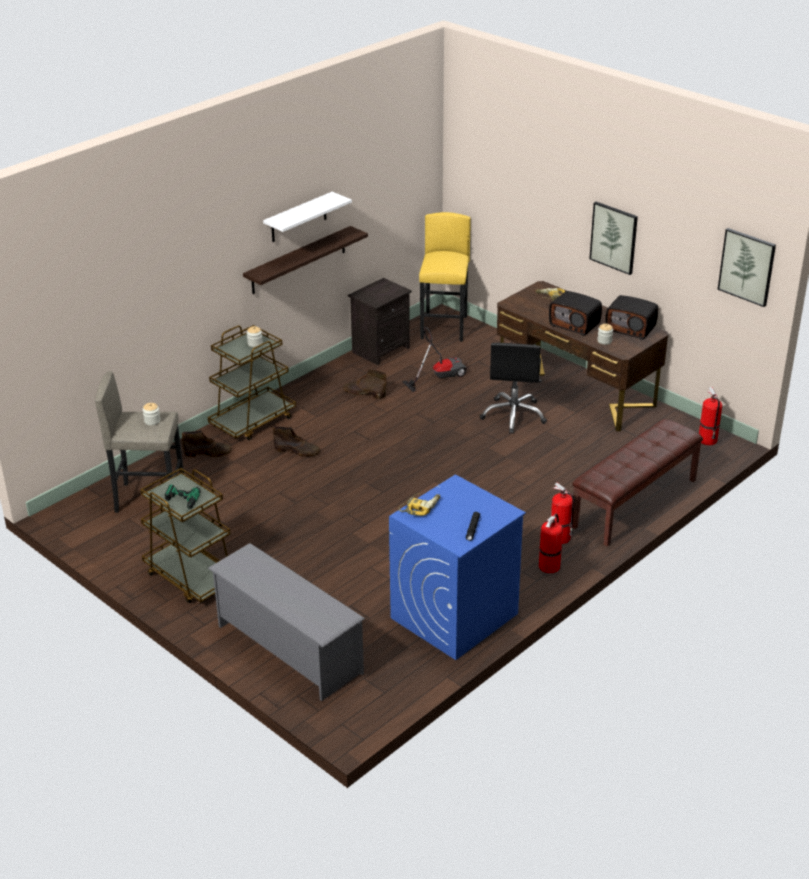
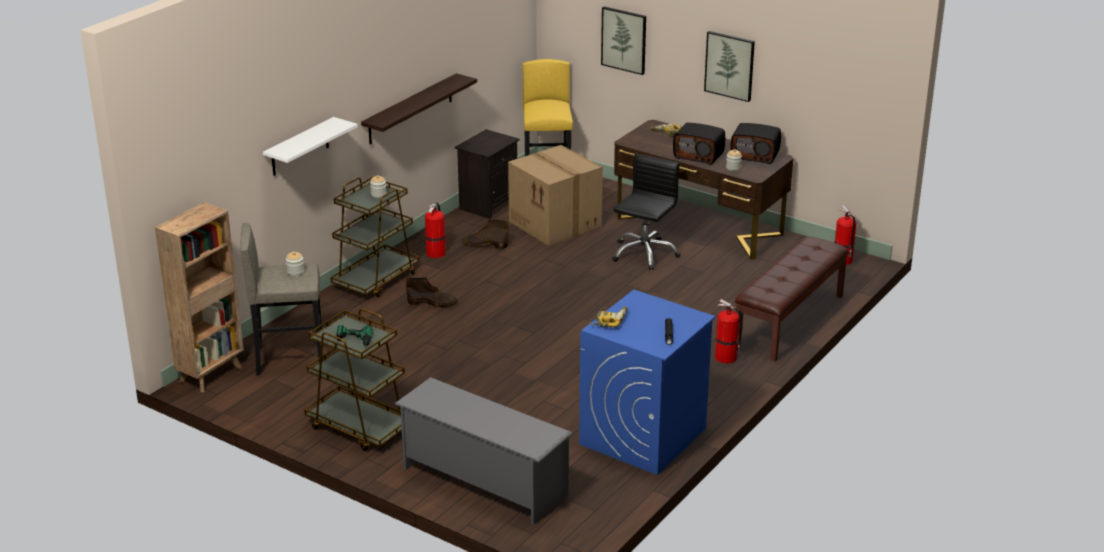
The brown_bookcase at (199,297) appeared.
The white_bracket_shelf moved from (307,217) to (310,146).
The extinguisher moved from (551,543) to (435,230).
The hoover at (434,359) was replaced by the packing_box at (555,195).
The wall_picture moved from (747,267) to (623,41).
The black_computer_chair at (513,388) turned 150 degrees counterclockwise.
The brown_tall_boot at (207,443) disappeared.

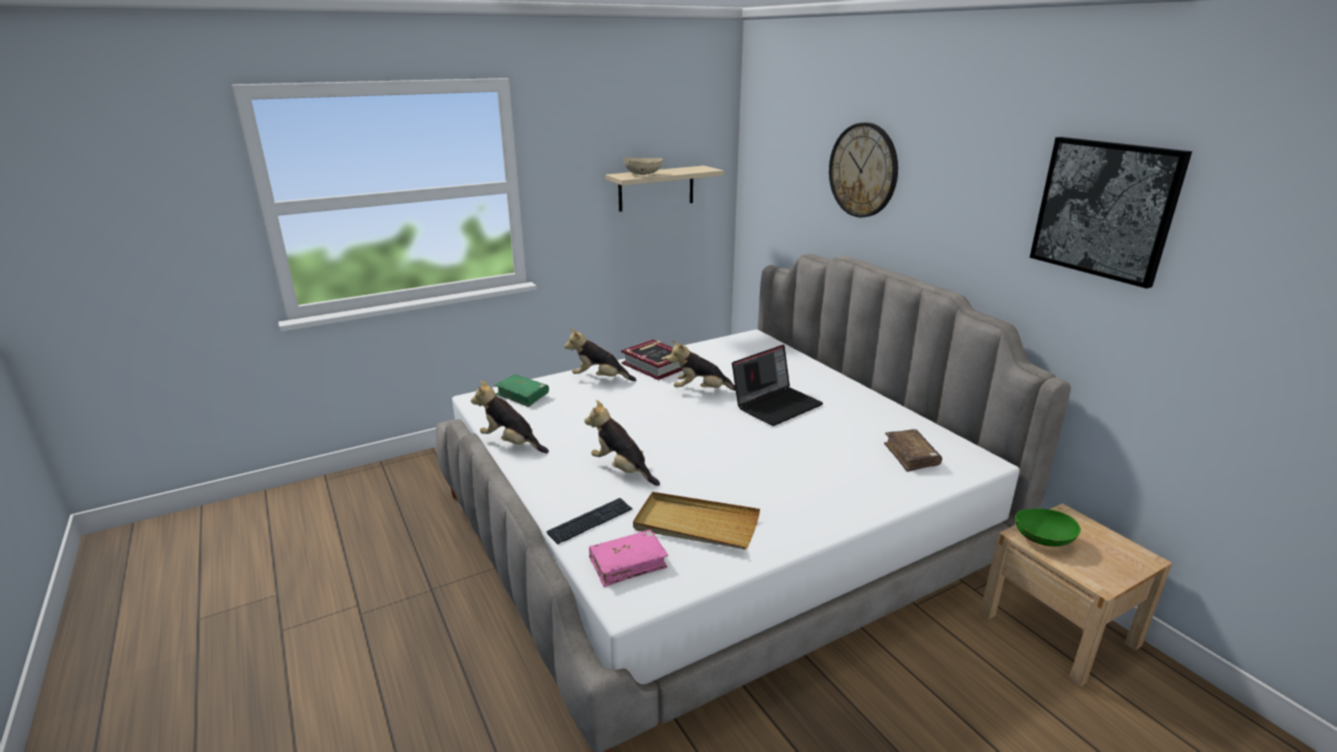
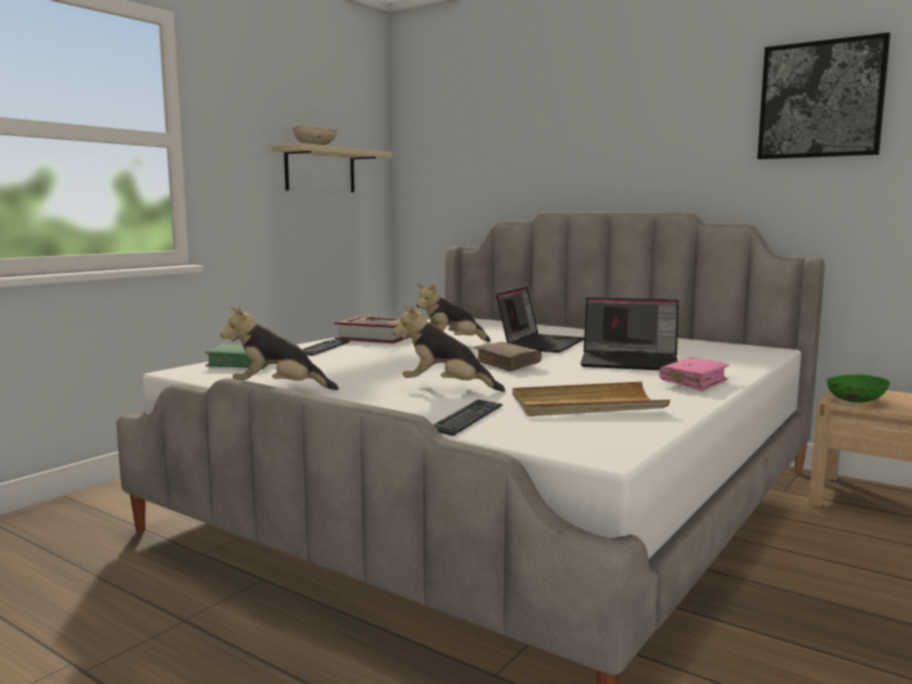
The soft_toy at (600,354) was replaced by the PC_keyboard at (326,347).
The brown_bound_book moved from (913,450) to (508,357).
The notebook_computer at (629,333) appeared.
The pink-coloured_bound_book moved from (628,558) to (694,374).
The wall_clock at (863,170) disappeared.

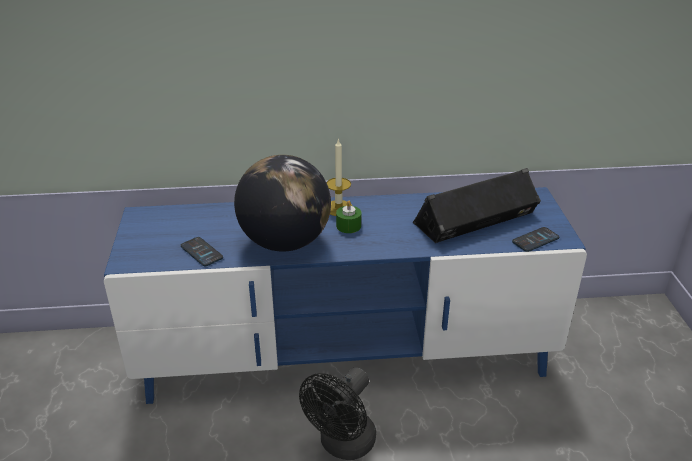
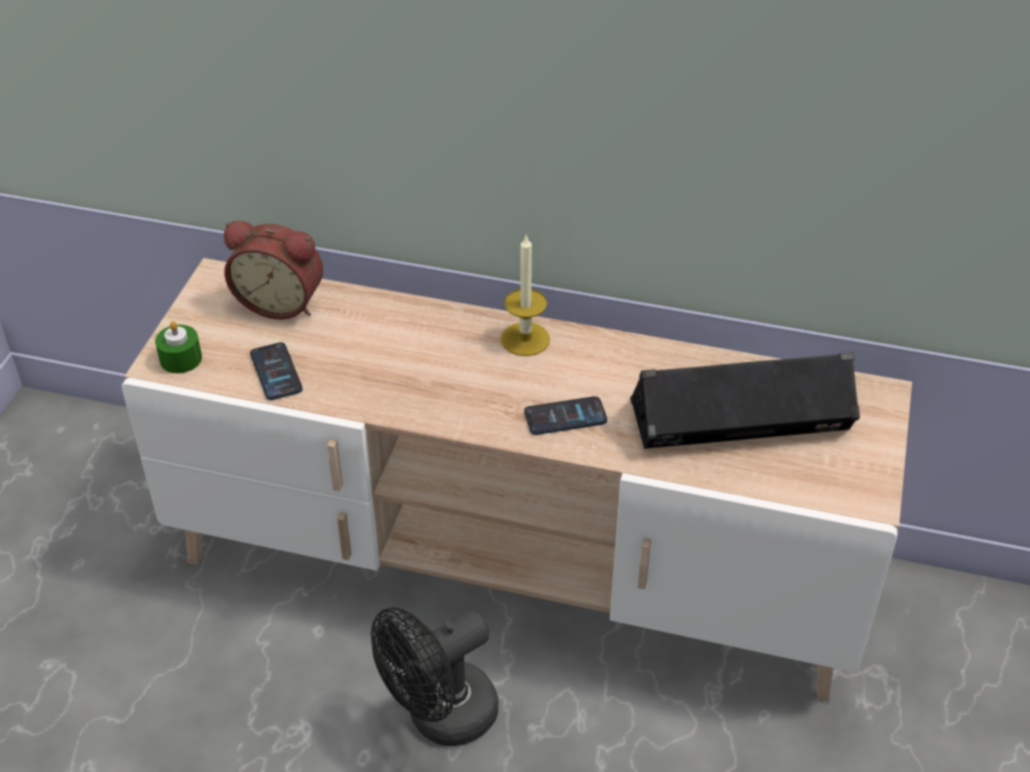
The blue_tv_stand at (345,295) became the sand-coloured_tv_stand at (517,480).
The green_wax_candle moved from (348,217) to (178,347).
The alarm_clock at (273,270) appeared.
The handset moved from (535,239) to (565,415).
The world_globe at (282,203) disappeared.

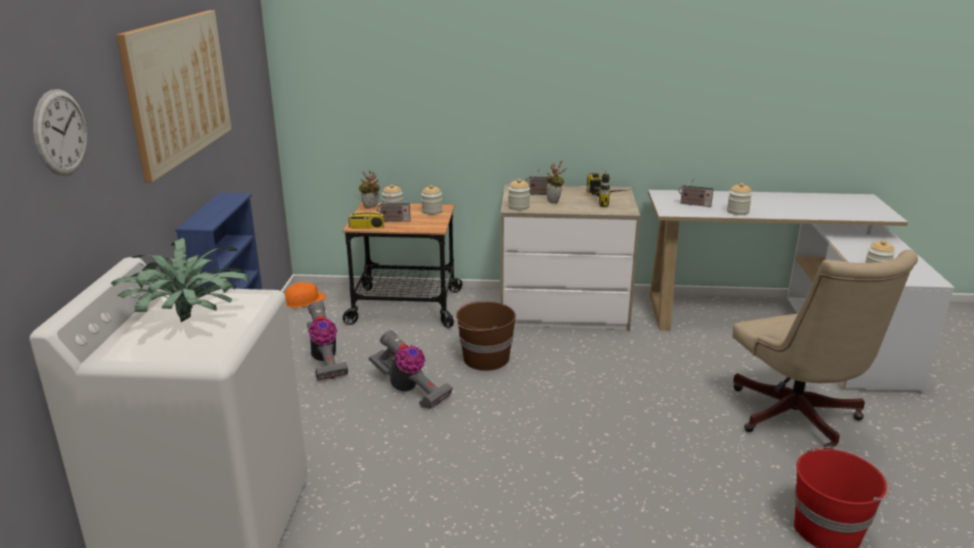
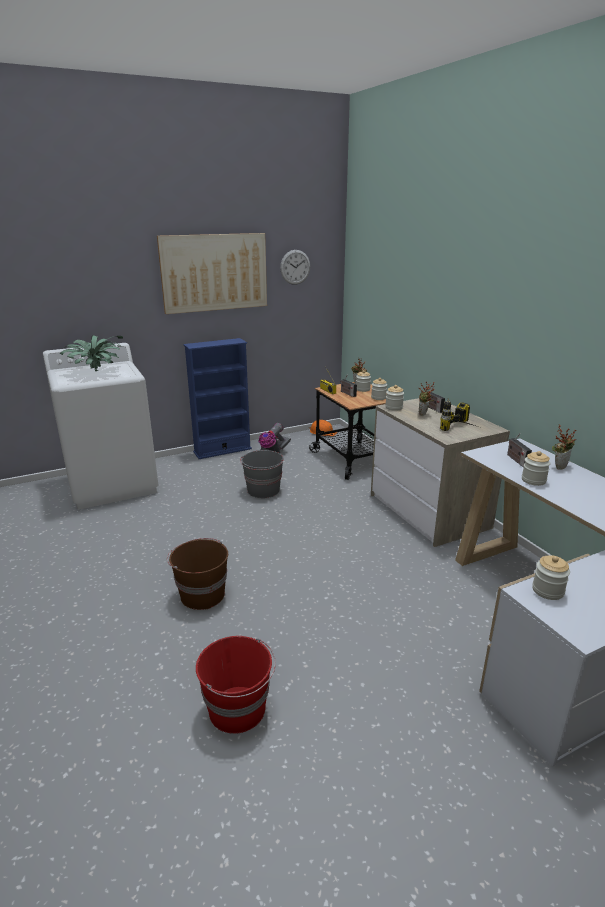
The brown_pail moved from (484,335) to (197,574).
The hoover at (411,369) was replaced by the grey_pail at (262,474).
The wall_clock moved from (60,132) to (295,267).
The houseplant at (564,447) appeared.
The sand-coloured_computer_chair at (825,350) disappeared.

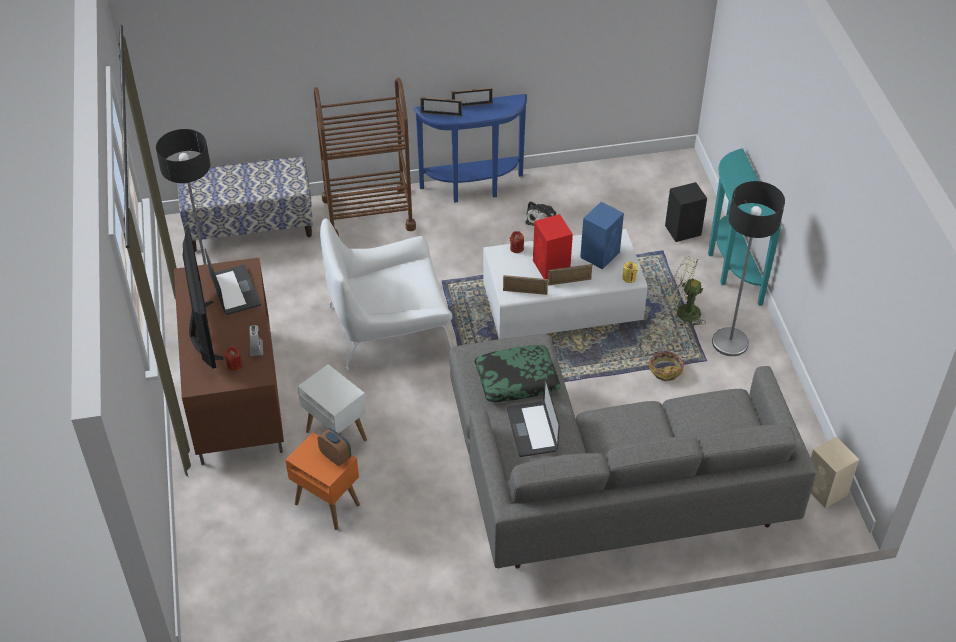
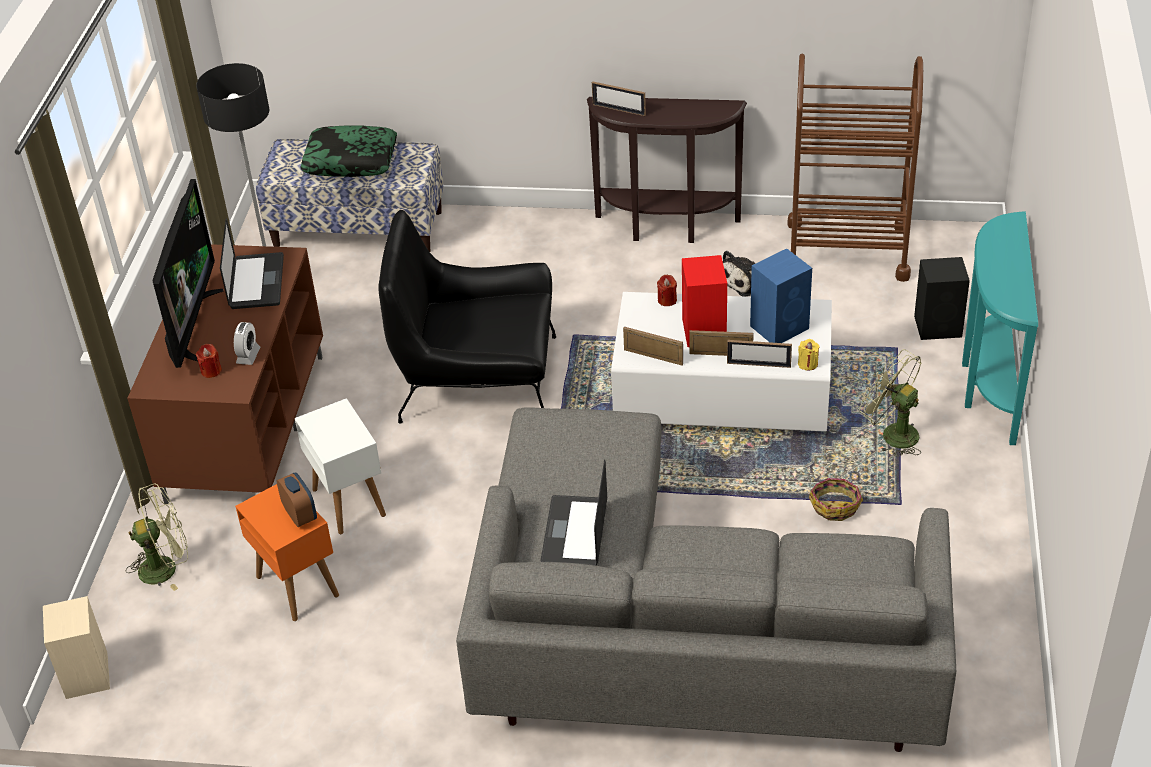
The sand-coloured_speaker moved from (835,472) to (76,647).
The green_electric_fan at (157,537) appeared.
The throw_pillow moved from (517,373) to (348,151).
The white_easy_chair at (386,294) became the black_easy_chair at (467,316).
The blue_hall_table at (470,148) became the brown_hall_table at (667,170).
The picture_frame moved from (472,97) to (759,354).
The brown_cart moved from (365,157) to (855,168).
The standing_lamp at (748,268) disappeared.

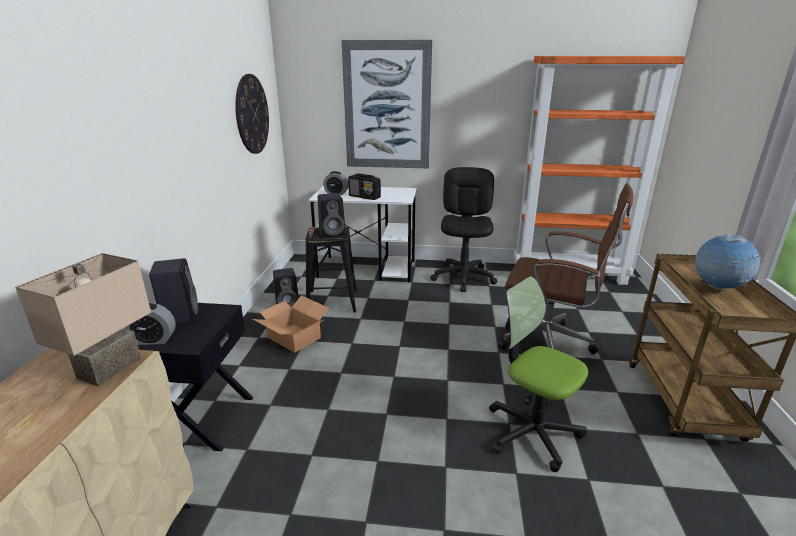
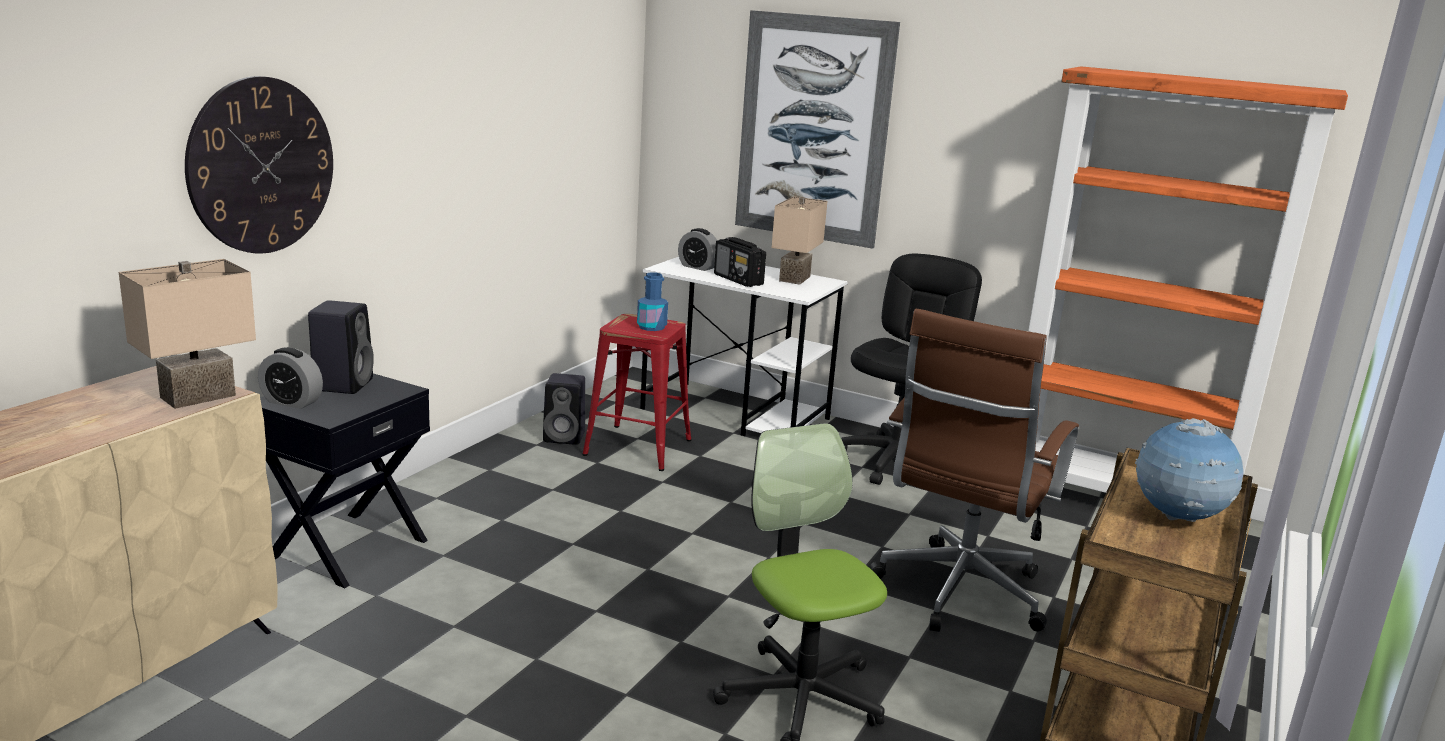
The wall_clock moved from (252,114) to (259,165).
The black_sitting_stool at (331,270) became the reddish_sitting_stool at (636,392).
The black_speaker at (332,215) was replaced by the blue_beverage_bottle at (652,301).
The sand-coloured_table_lamp at (799,240) appeared.
The brown_computer_chair at (566,268) turned 75 degrees clockwise.
The packing_box at (291,324) disappeared.

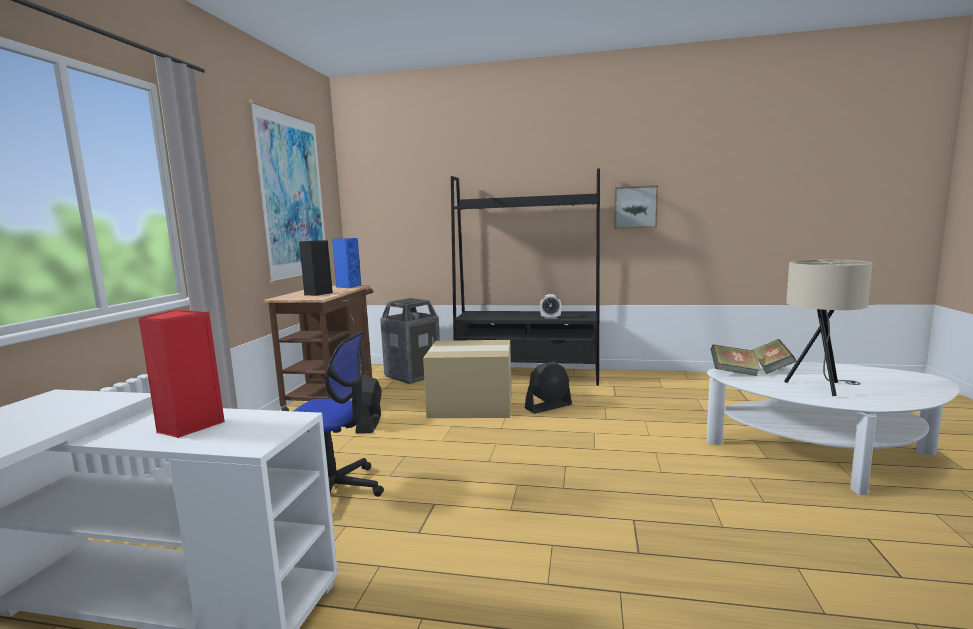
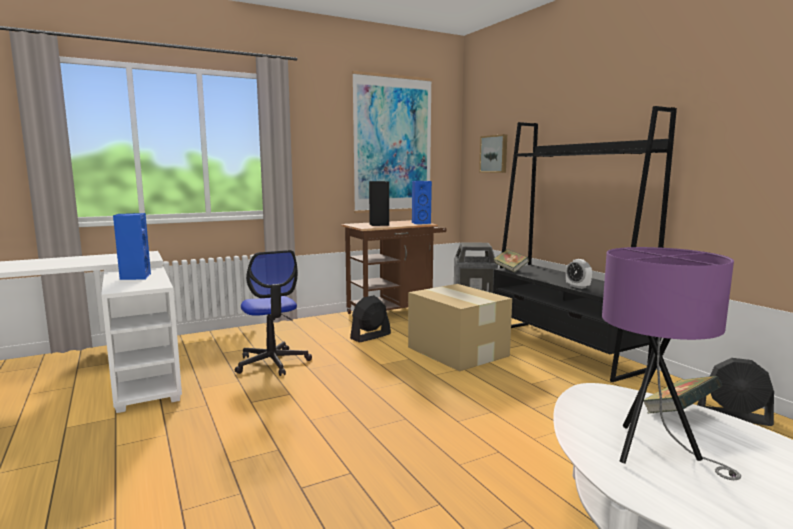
The reddish_speaker at (181,373) became the blue_speaker at (132,246).
The wall_picture moved from (636,207) to (493,153).
The bound_book moved from (736,360) to (511,261).
The sand-coloured_table_lamp at (828,327) became the purple_table_lamp at (671,363).
The black_electric_fan moved from (548,387) to (735,392).

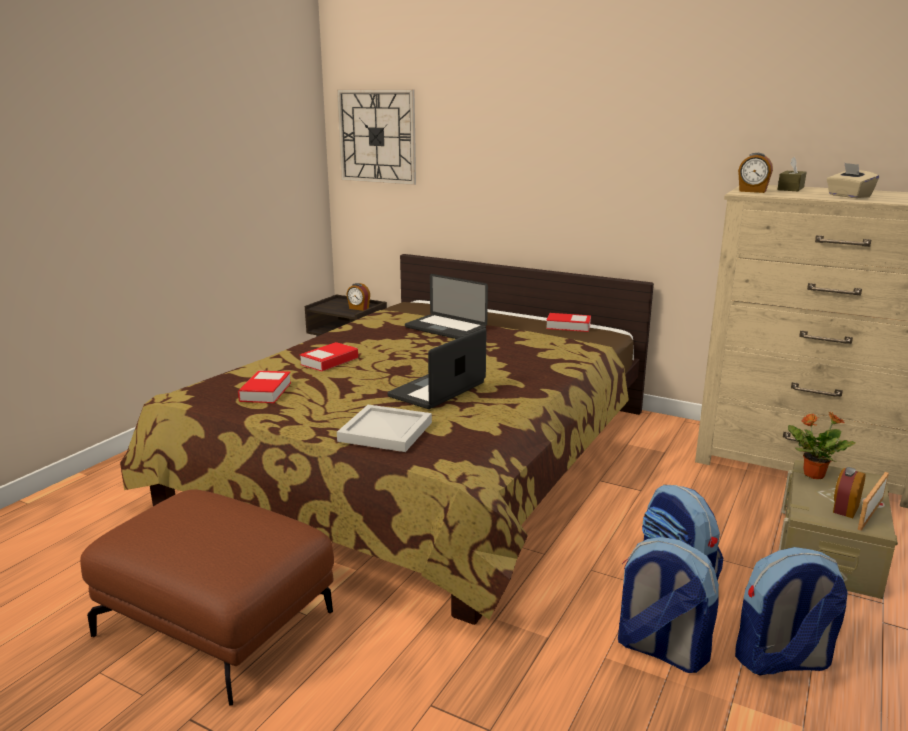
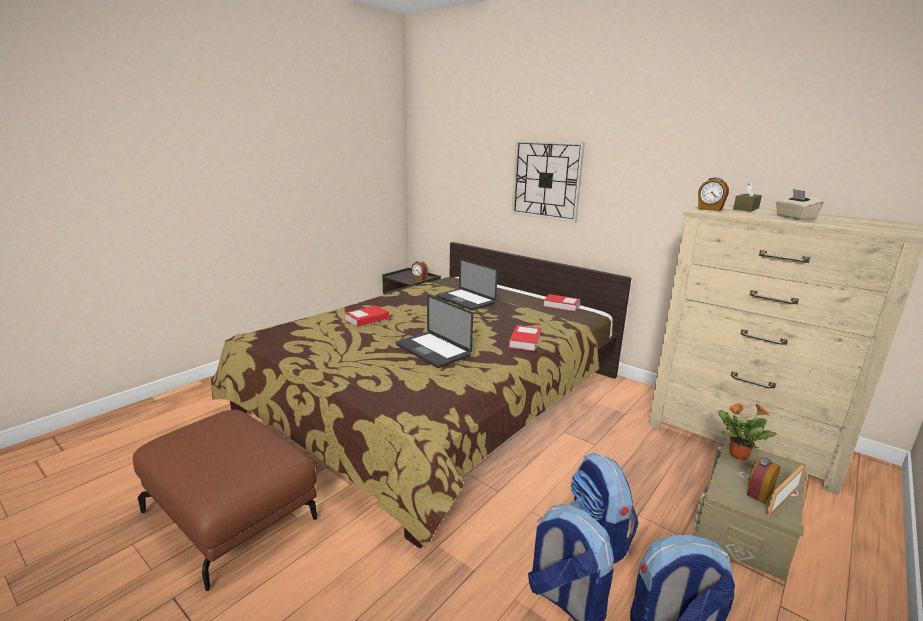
The notebook_computer at (437,368) turned 90 degrees counterclockwise.
The bound_book moved from (264,386) to (525,338).
The wall_clock moved from (376,137) to (548,181).
The white_serving_tray at (384,428) disappeared.

